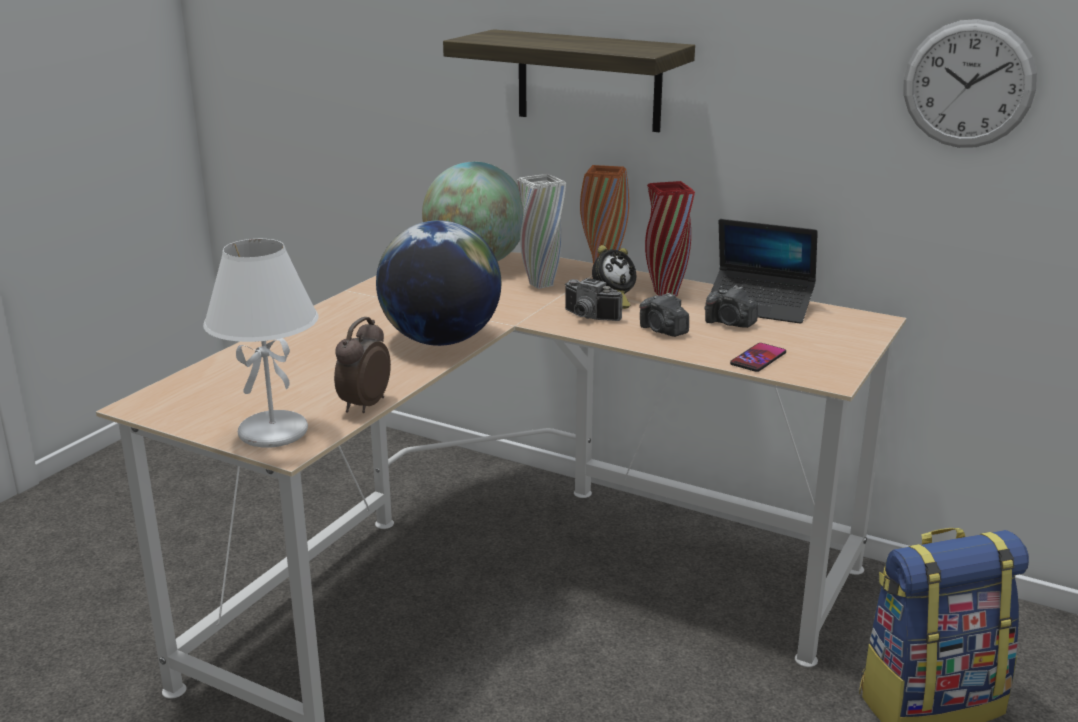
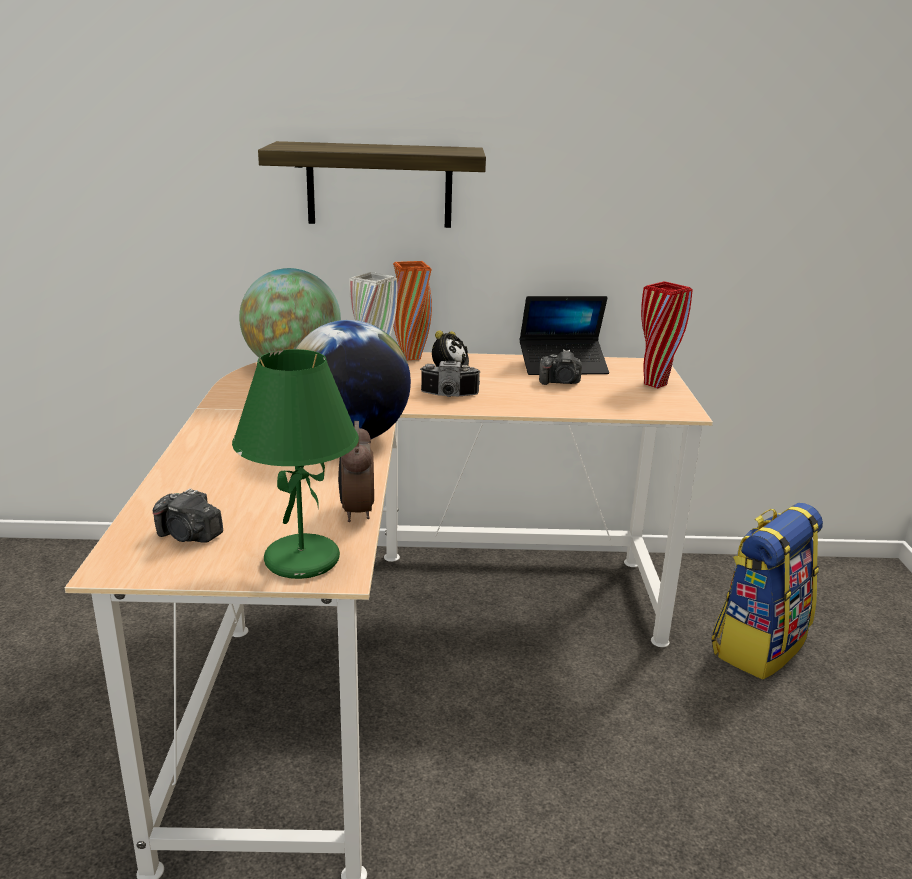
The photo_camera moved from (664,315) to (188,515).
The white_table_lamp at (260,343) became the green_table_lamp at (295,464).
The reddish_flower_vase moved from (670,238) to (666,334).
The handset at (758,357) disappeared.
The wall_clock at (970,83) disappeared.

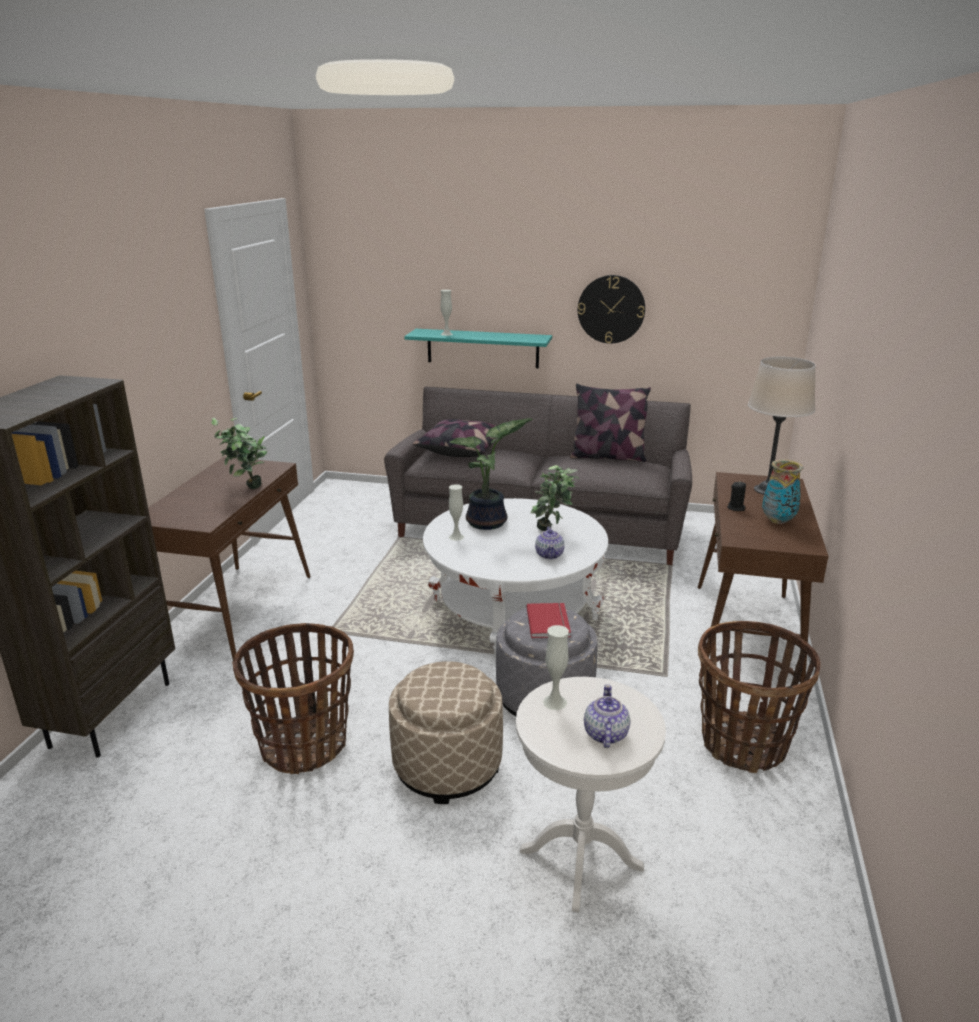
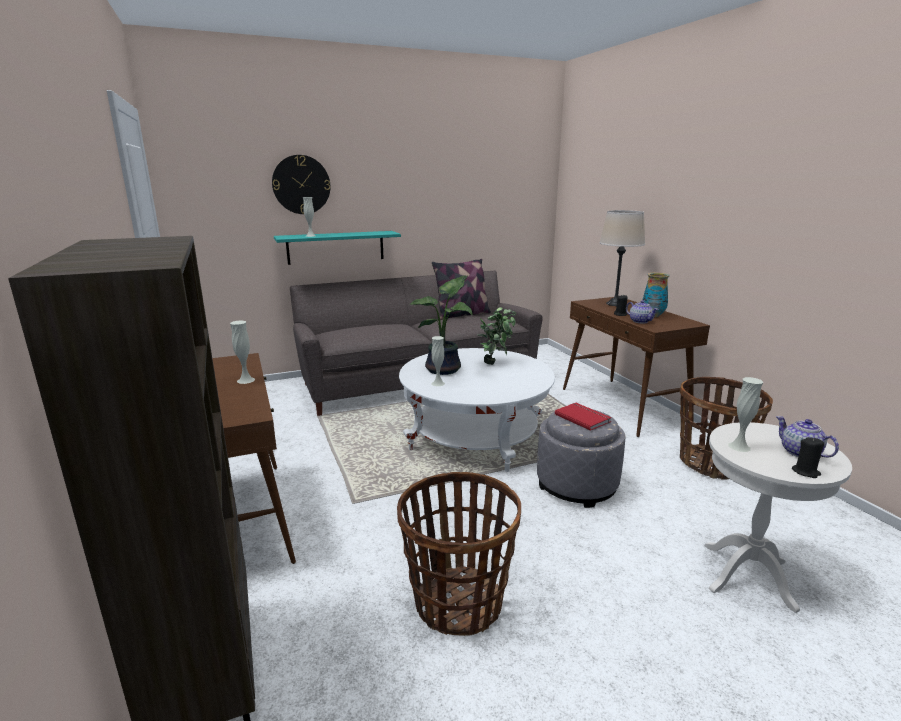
The houseplant at (239,453) was replaced by the white_flower_vase at (242,352).
The wall_clock moved from (611,309) to (301,184).
The teapot moved from (550,543) to (642,312).
The black_wax_candle at (808,457) appeared.
The sand-coloured_pouffe at (446,732) disappeared.
The throw_pillow at (455,438) disappeared.

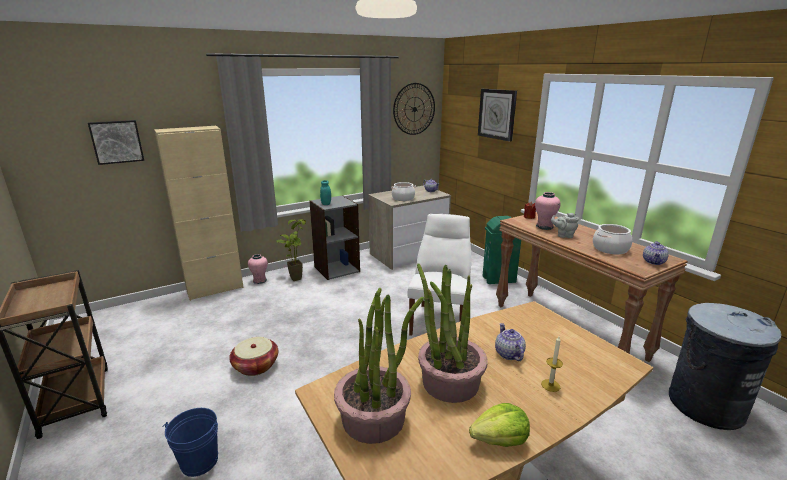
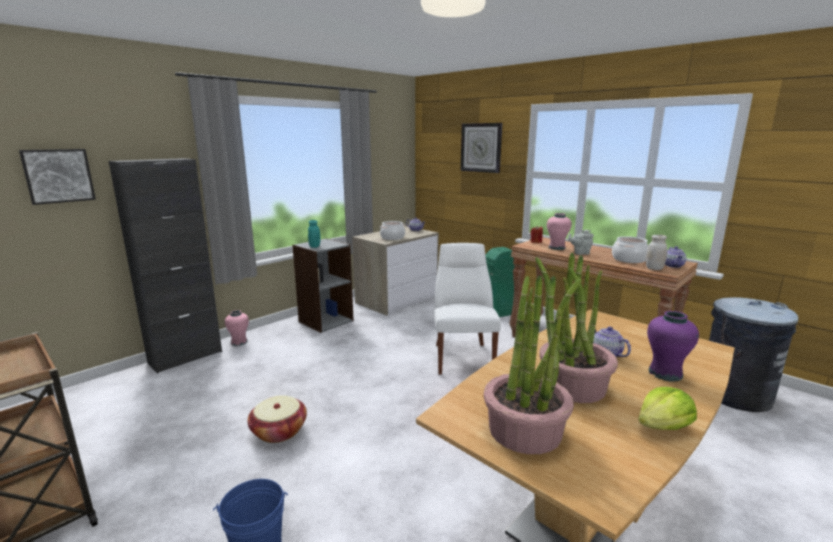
The sand-coloured_cabinet at (199,213) became the black_cabinet at (165,266).
The white_preserve_jar at (656,252) appeared.
The wax_candle at (552,364) was replaced by the purple_flower_vase at (673,346).
The houseplant at (291,250) disappeared.
The wall_clock at (414,109) disappeared.

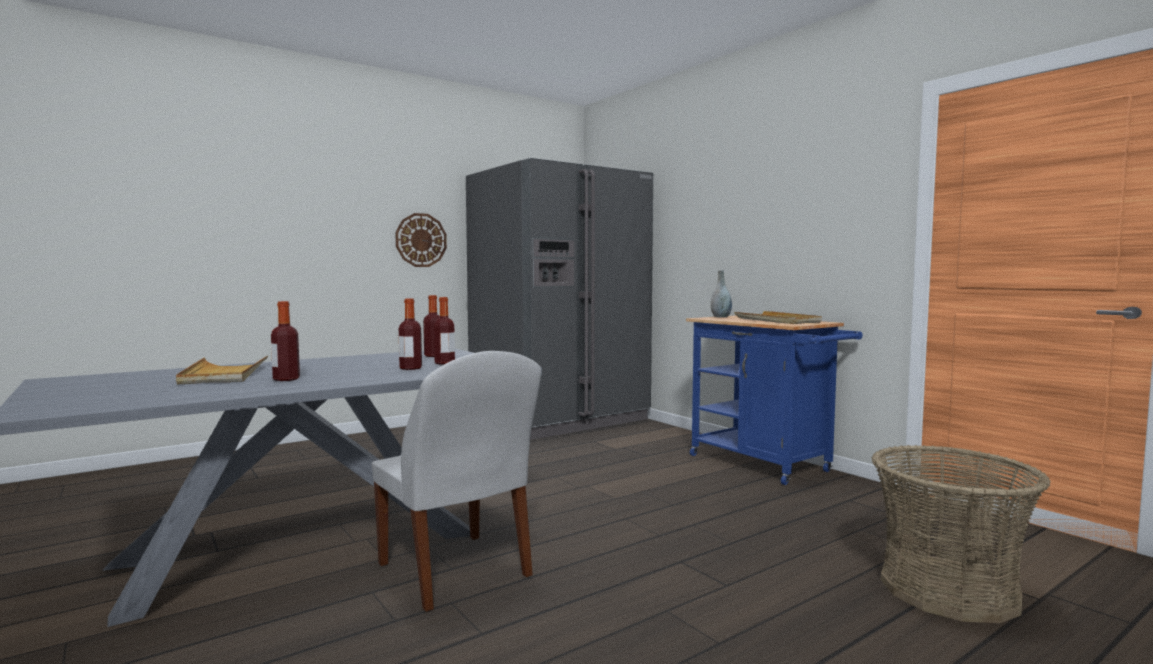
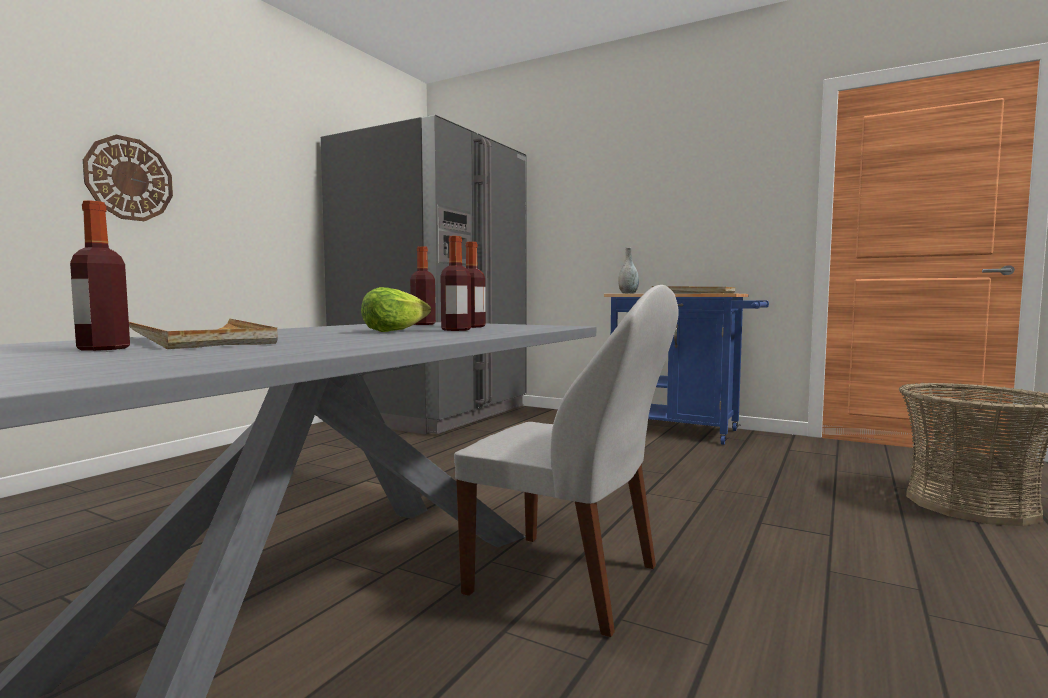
The beverage_bottle moved from (285,341) to (100,275).
The wall_clock moved from (421,240) to (128,178).
The head_of_lettuce at (396,309) appeared.

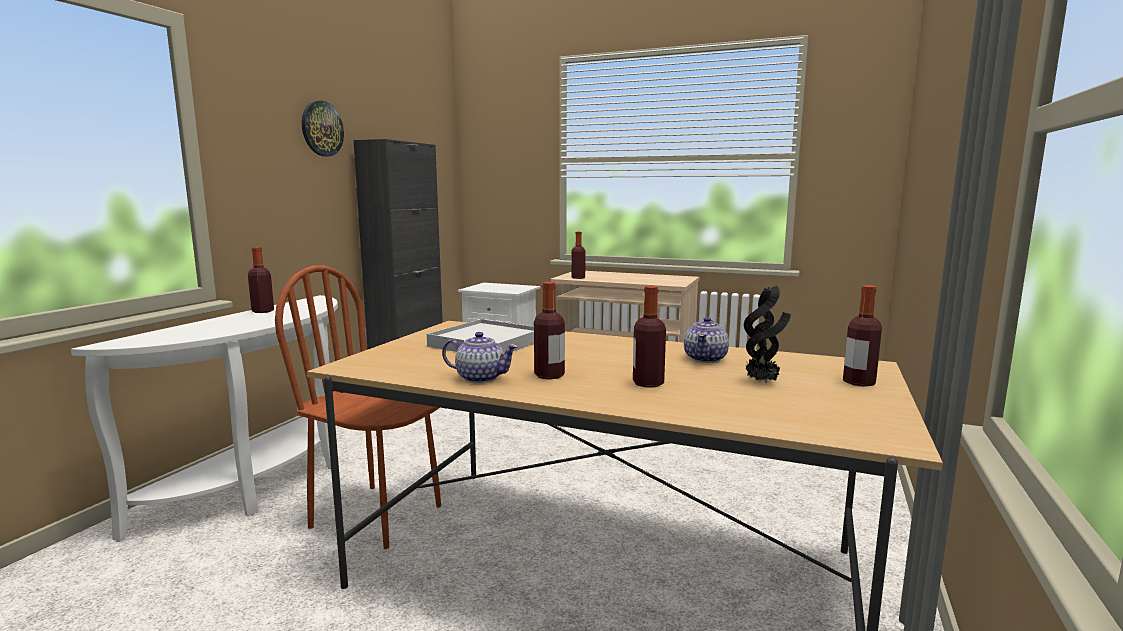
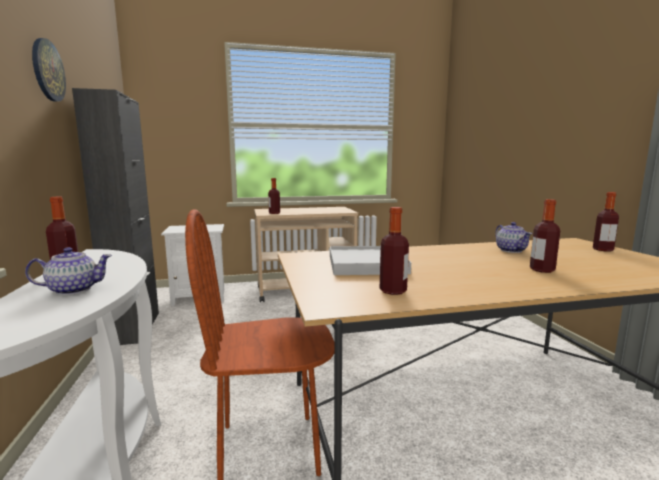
The teapot moved from (480,357) to (68,271).
The beverage_bottle moved from (549,331) to (394,251).
The houseplant at (767,334) disappeared.

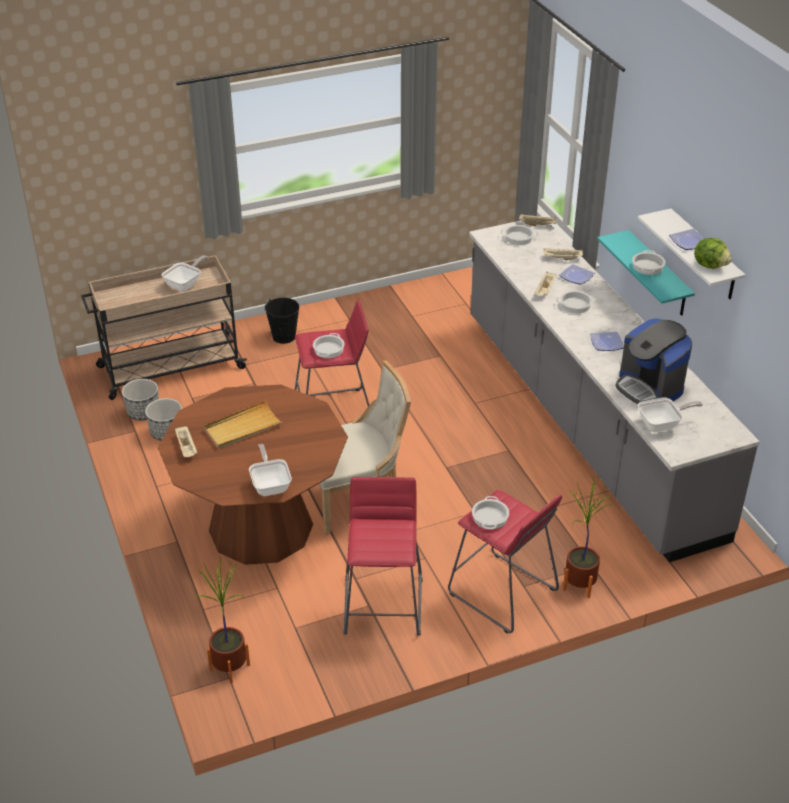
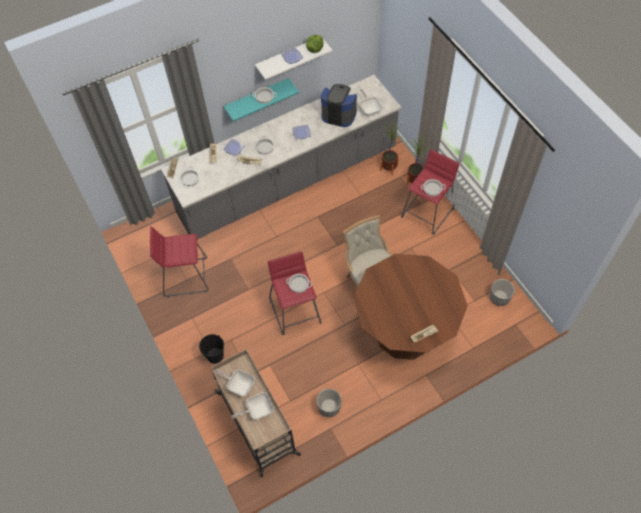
The reddish_sitting_stool moved from (383,556) to (179,262).
The frying_pan moved from (270,470) to (253,406).
The coffee_brewer at (653,361) turned 120 degrees counterclockwise.
The houseplant moved from (222,620) to (390,148).
The flower_pot moved from (140,400) to (502,292).
The sand-coloured_serving_tray at (244,424) disappeared.

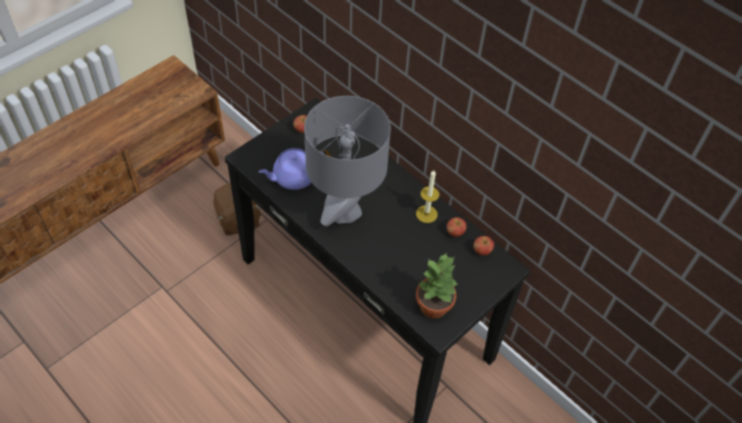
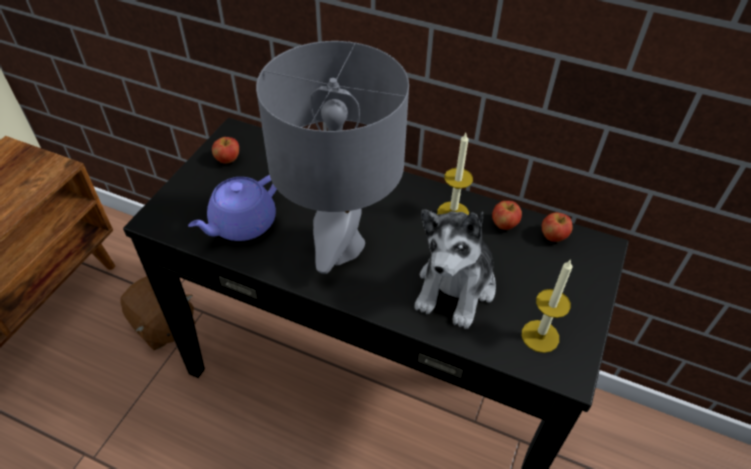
The soft_toy at (455,269) appeared.
The houseplant at (437,285) was replaced by the wax_candle at (547,306).

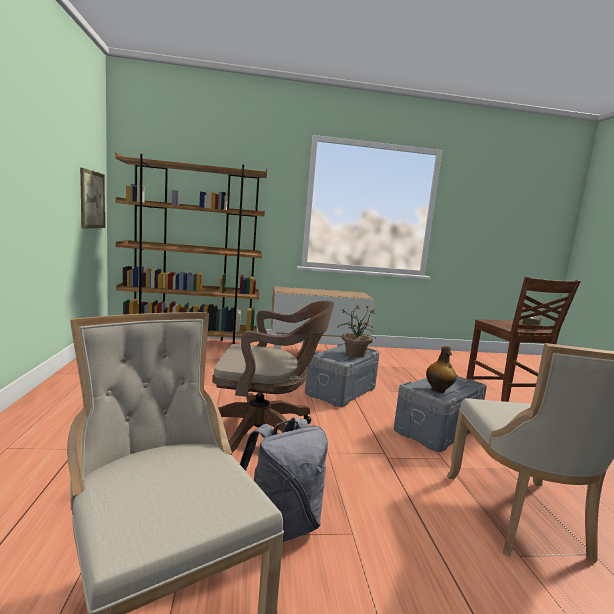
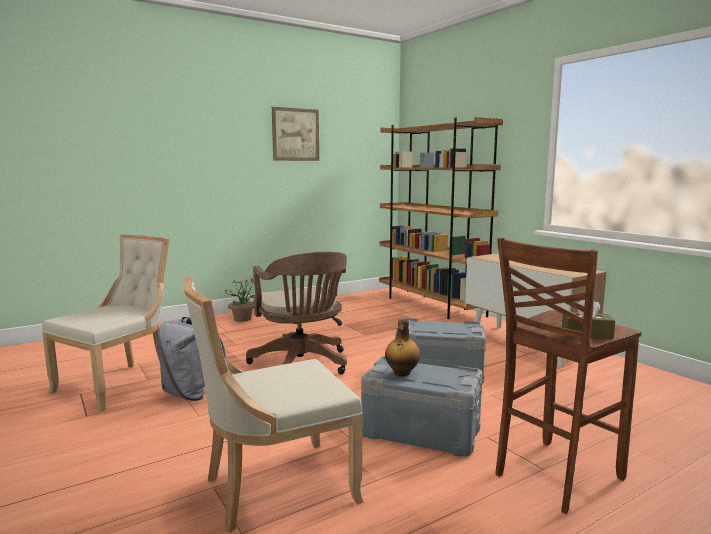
The houseplant moved from (356,331) to (240,299).
The wall_picture moved from (92,198) to (295,134).

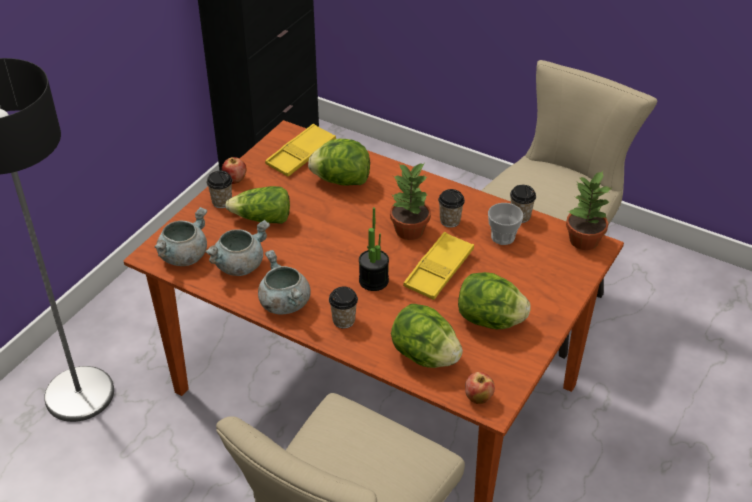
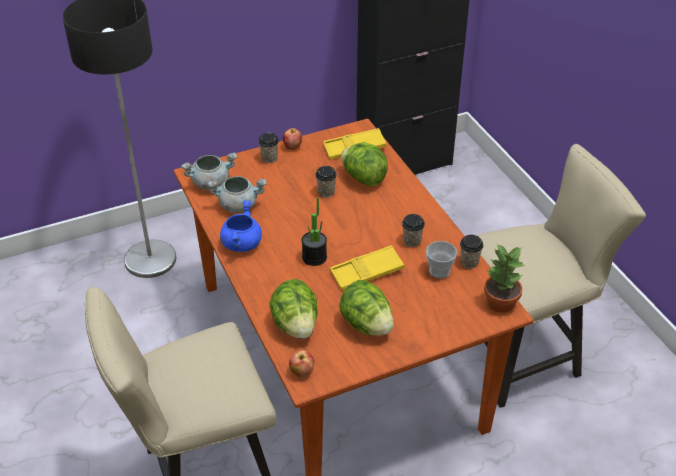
The grey_saucepot at (284,282) became the blue_saucepot at (241,226).
The drinking_cup moved from (343,308) to (326,181).
The head_of_lettuce at (257,205) disappeared.
The houseplant at (410,201) disappeared.

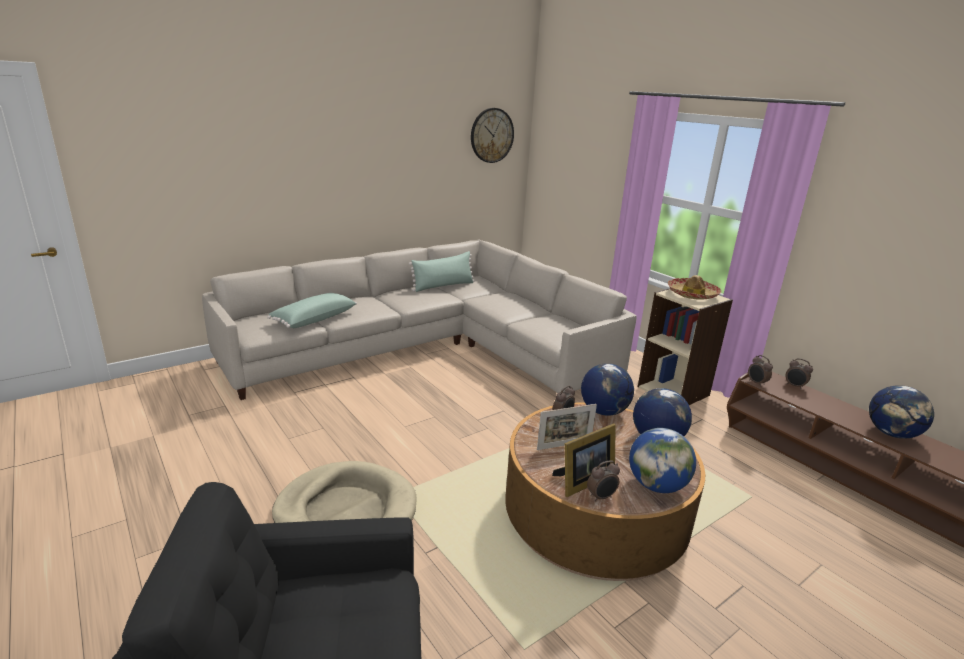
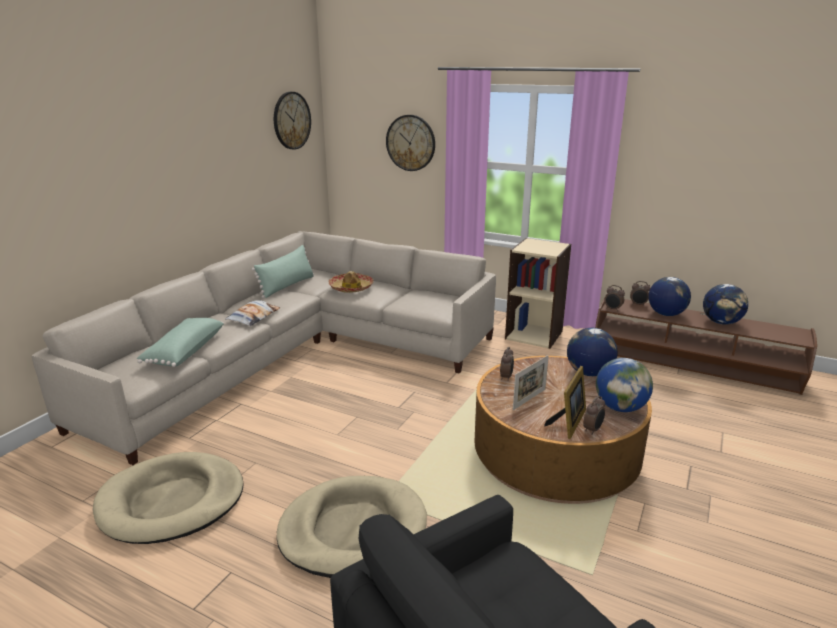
The sand-coloured_dog_bed at (168,498) appeared.
The throw_pillow at (252,313) appeared.
The hat moved from (695,287) to (351,282).
The wall_clock at (410,143) appeared.
The world_globe moved from (607,389) to (669,296).

